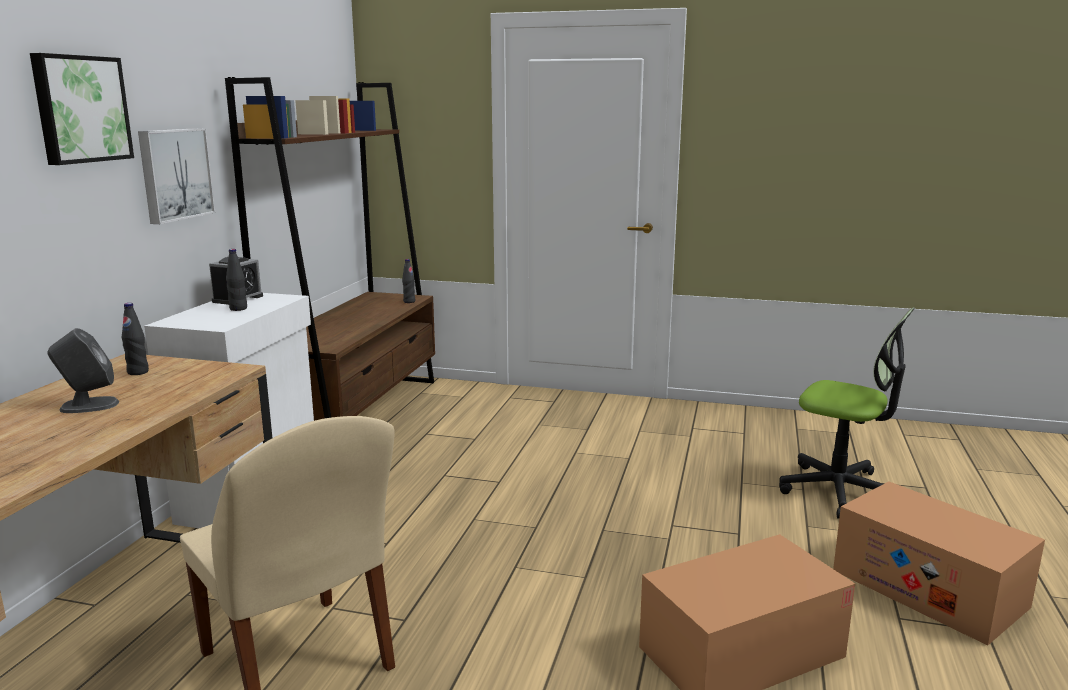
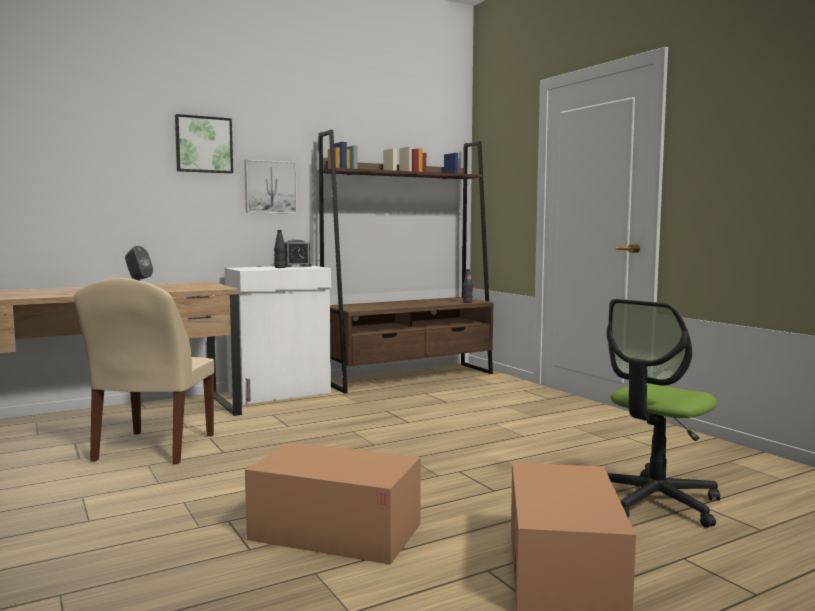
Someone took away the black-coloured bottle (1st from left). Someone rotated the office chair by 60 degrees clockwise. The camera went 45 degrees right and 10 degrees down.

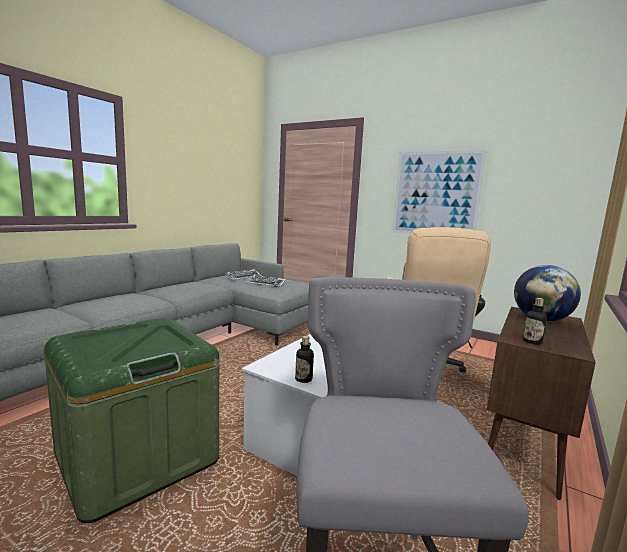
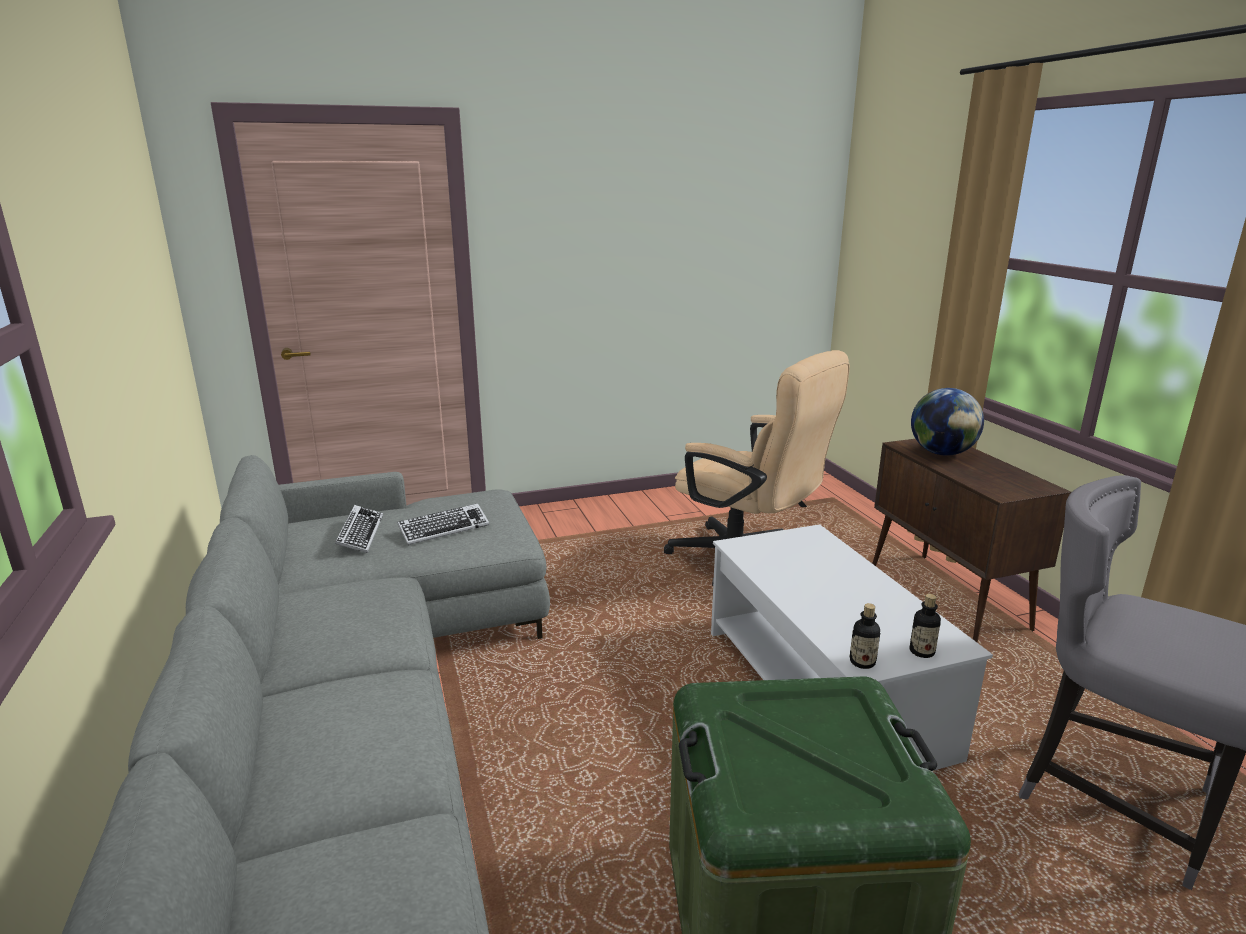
Someone took away the picture. Someone carried the bottle (2nd from left in the first image). The camera went 50 degrees left and 10 degrees up.

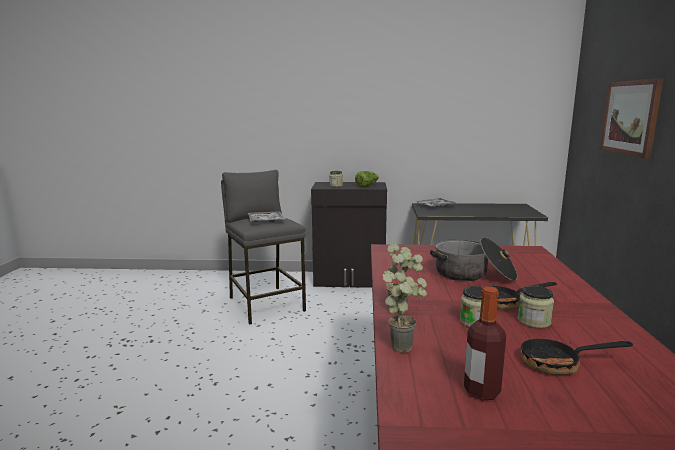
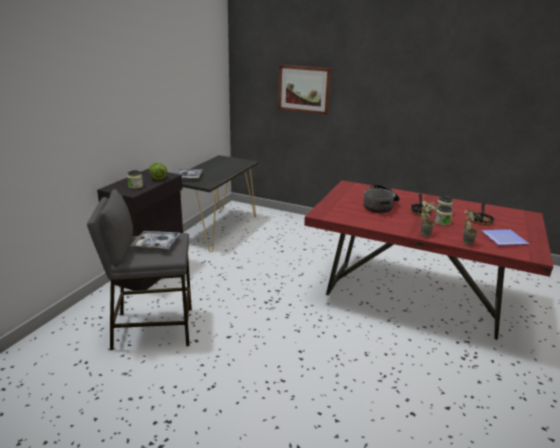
Someone swapped the bottle for the dinner plate. The camera went 70 degrees left and 10 degrees up.

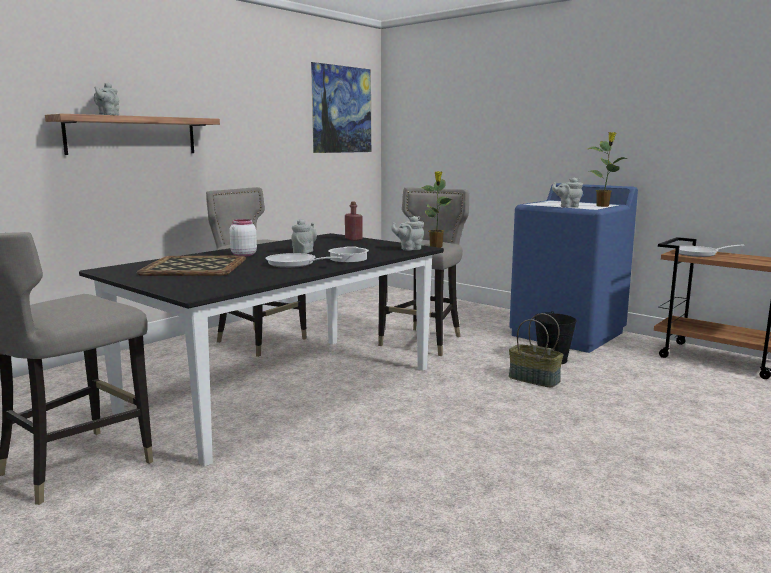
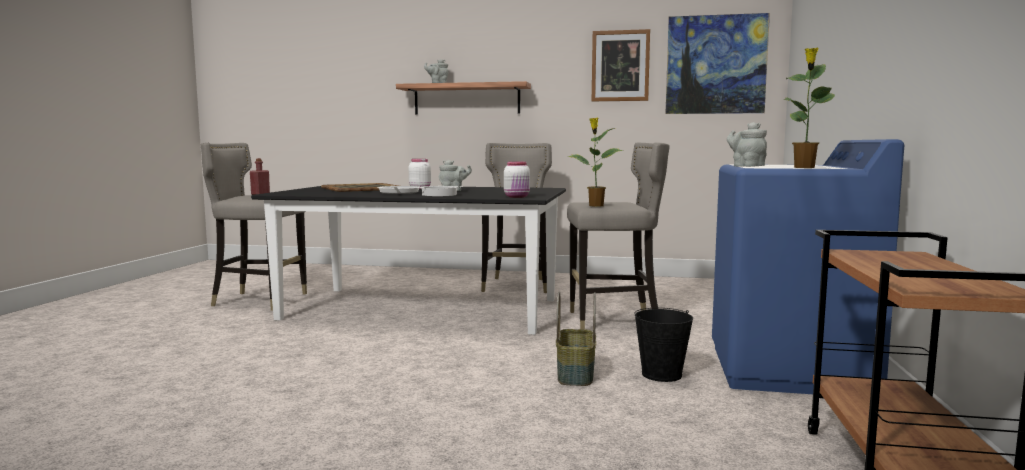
Someone carried the red bottle. Someone swapped the grey teapot (3rd from left) for the whitish storage jar (2nd from left). Someone took away the frying pan (2nd from left). Someone put up the picture (1st from left). The camera went 60 degrees right and 5 degrees down.

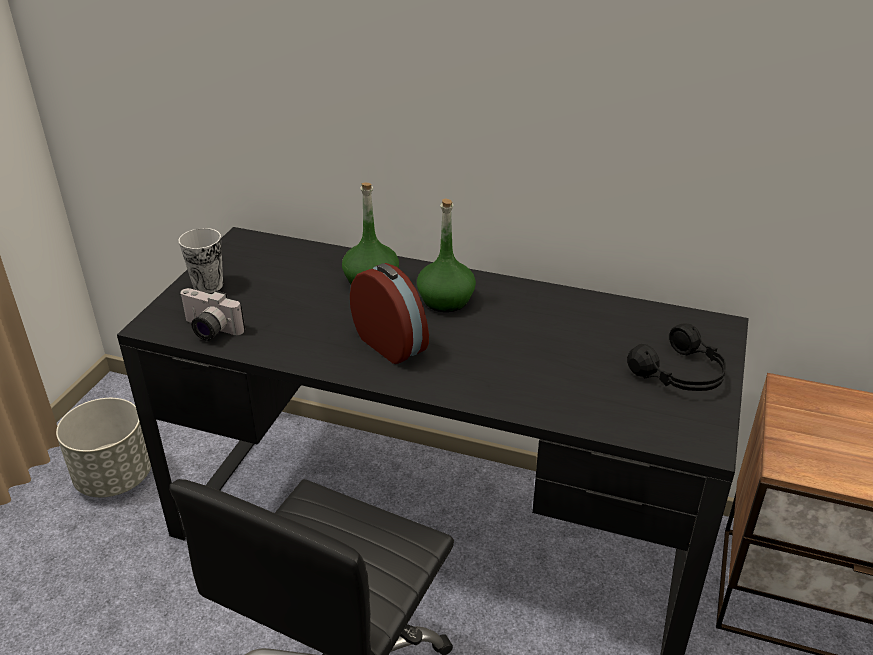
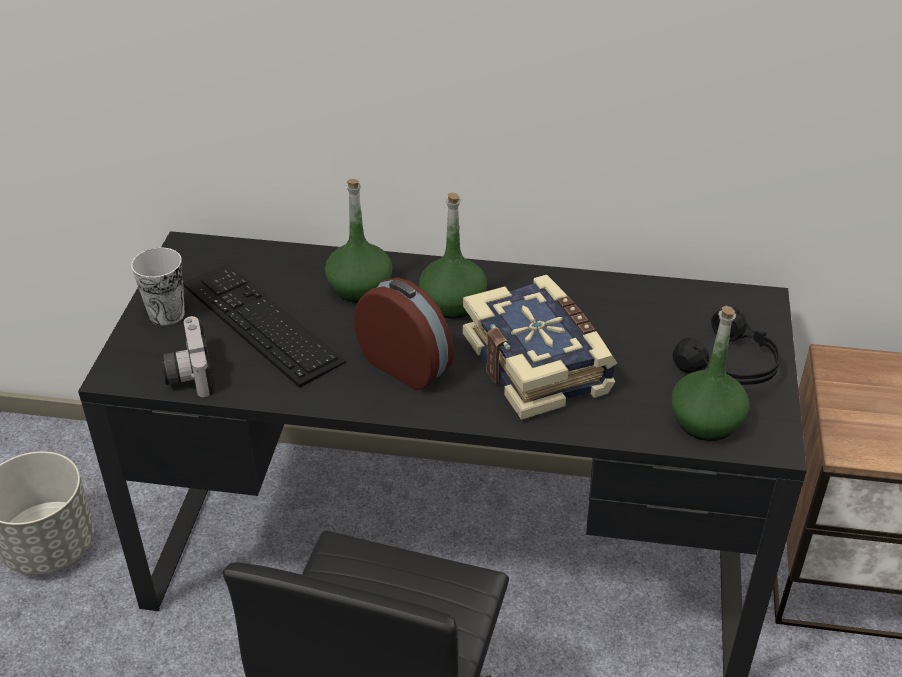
Someone rotated the photo camera by 60 degrees clockwise. Someone put down the computer keyboard. Someone put down the book. Someone put down the green bottle (3rd from left). The camera went 10 degrees left and 5 degrees up.

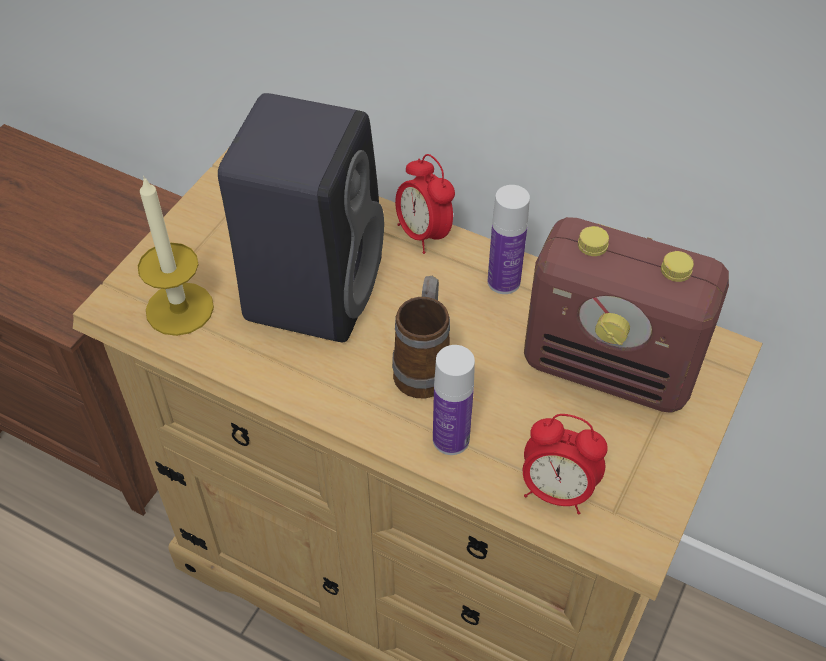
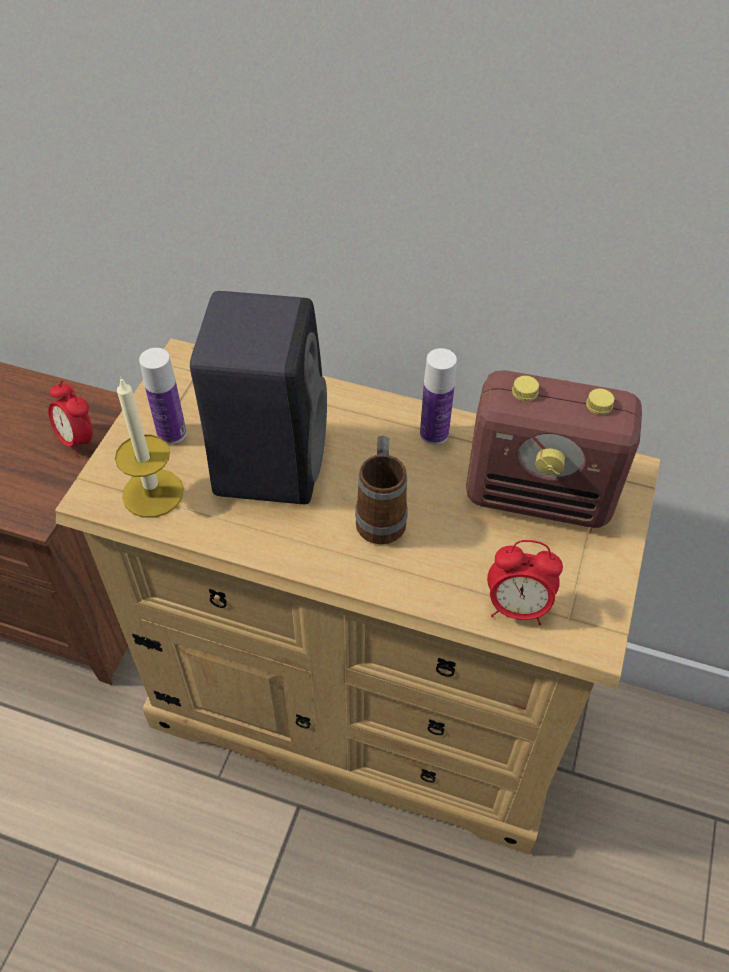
Someone carried the table clock (1st from left). Someone carried the bottle (1st from left). The camera went 10 degrees left and 0 degrees up.

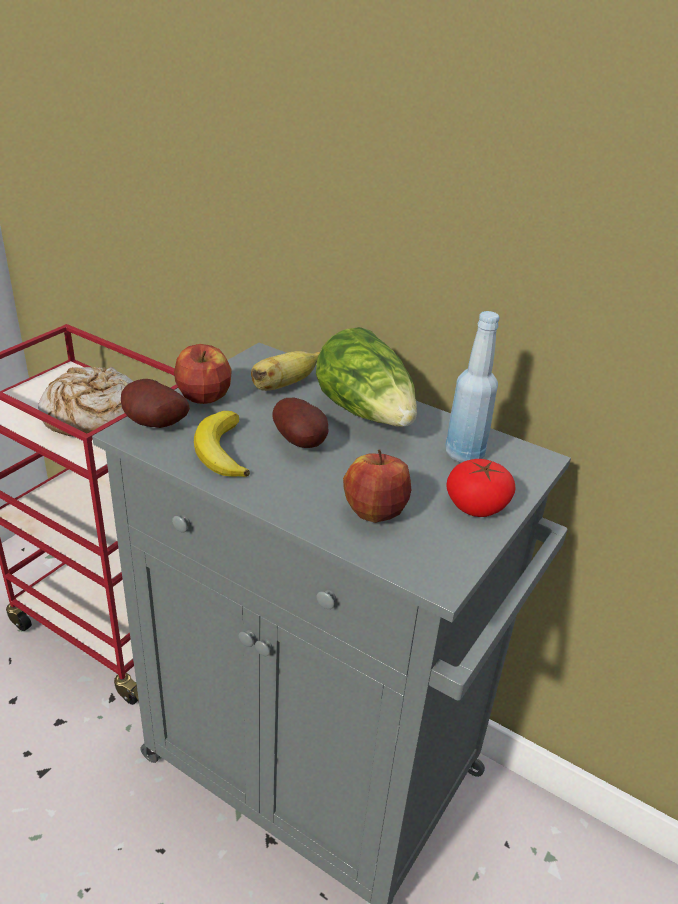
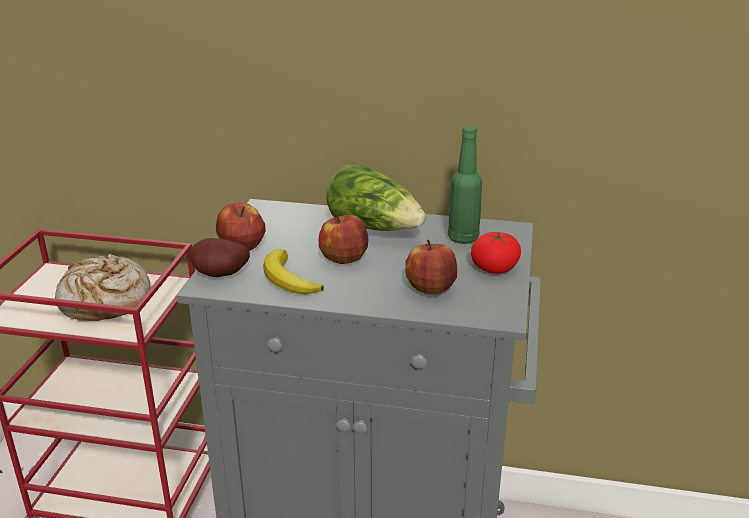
Someone repainted the bluish bottle, which became the green bottle. Someone took away the banana (2nd from left). Someone swapped the potato (2nd from left) for the apple fruit (2nd from left). The camera went 20 degrees left and 5 degrees down.

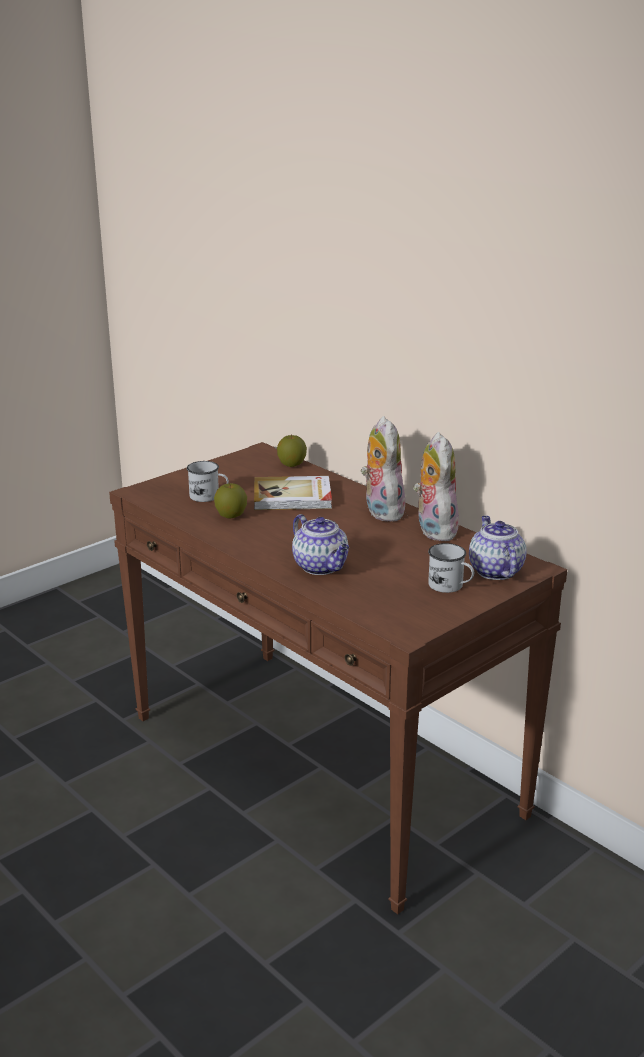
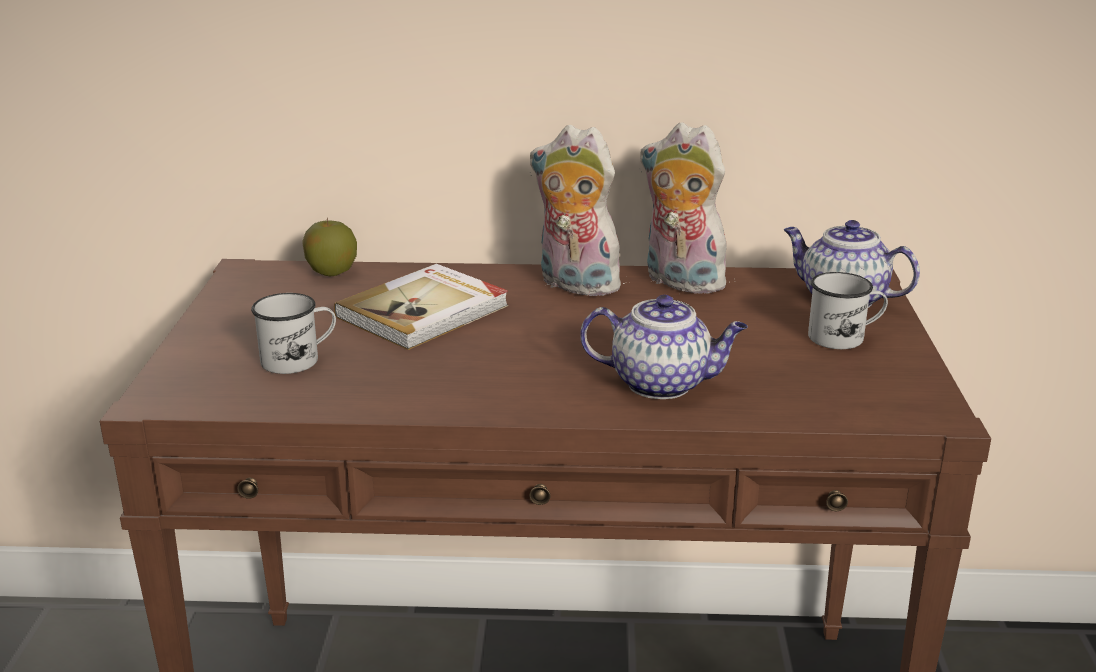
Someone took away the apple fruit (1st from left). The camera went 45 degrees left and 0 degrees up.

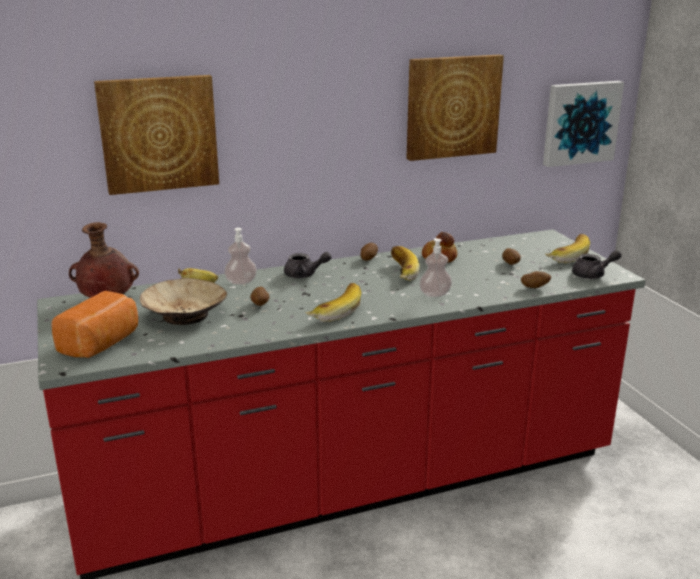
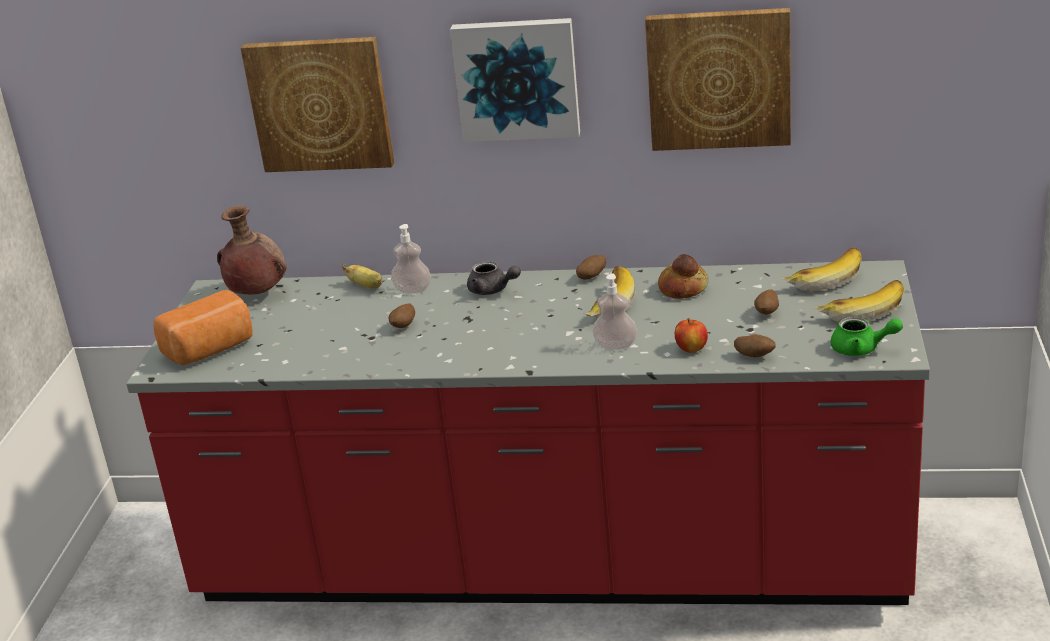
Someone carried the picture (3rd from left in the first image). Someone repainted the grey teapot (2nd from left), which became the green teapot. Someone took away the sand-coloured bowl. Someone carried the banana (2nd from left in the first image). Someone put down the apple fruit. The camera went 30 degrees right and 5 degrees up.

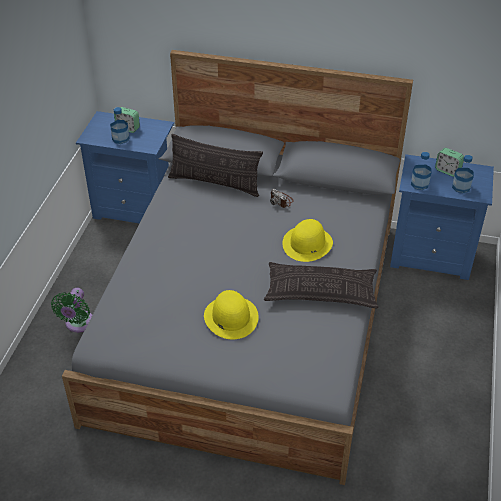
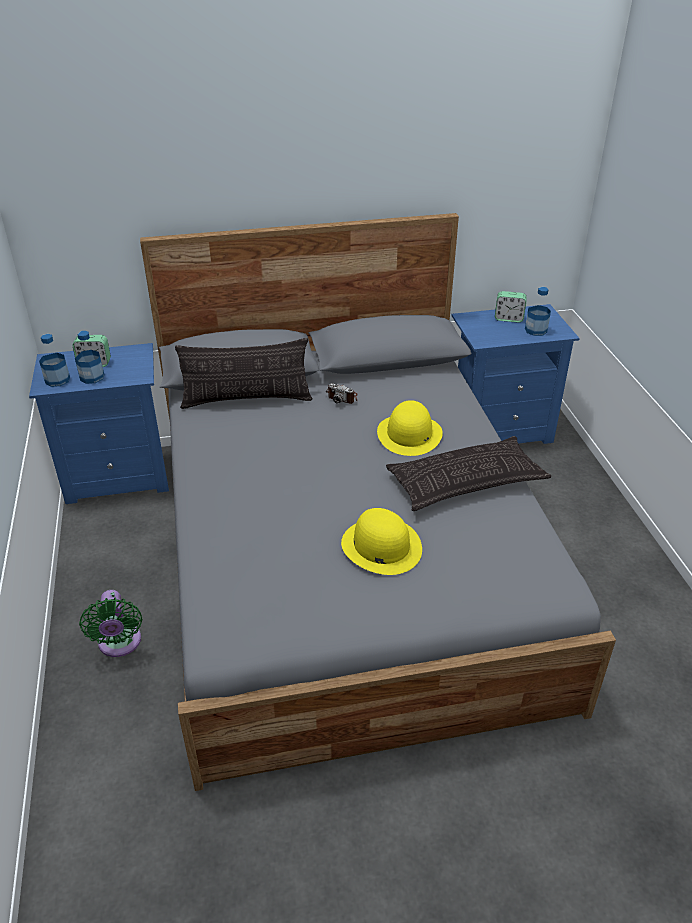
Someone carried the bottle (2nd from left in the first image). The camera went 25 degrees left and 5 degrees down.

